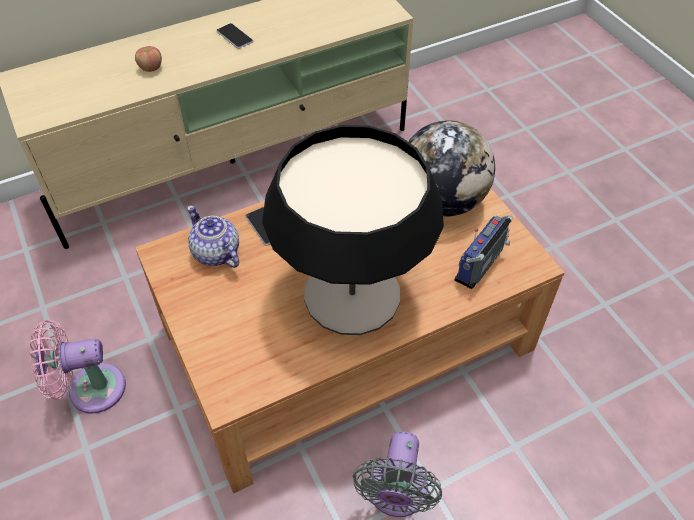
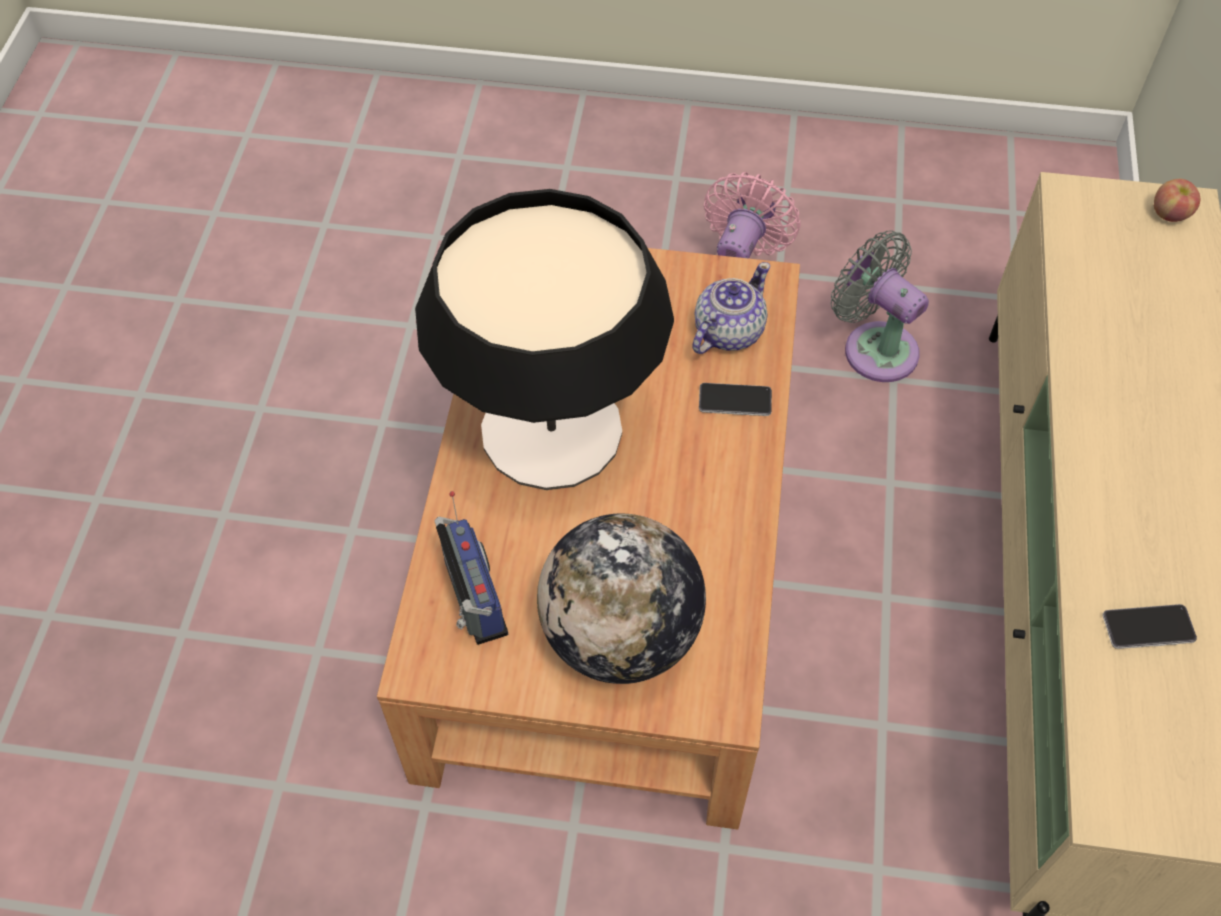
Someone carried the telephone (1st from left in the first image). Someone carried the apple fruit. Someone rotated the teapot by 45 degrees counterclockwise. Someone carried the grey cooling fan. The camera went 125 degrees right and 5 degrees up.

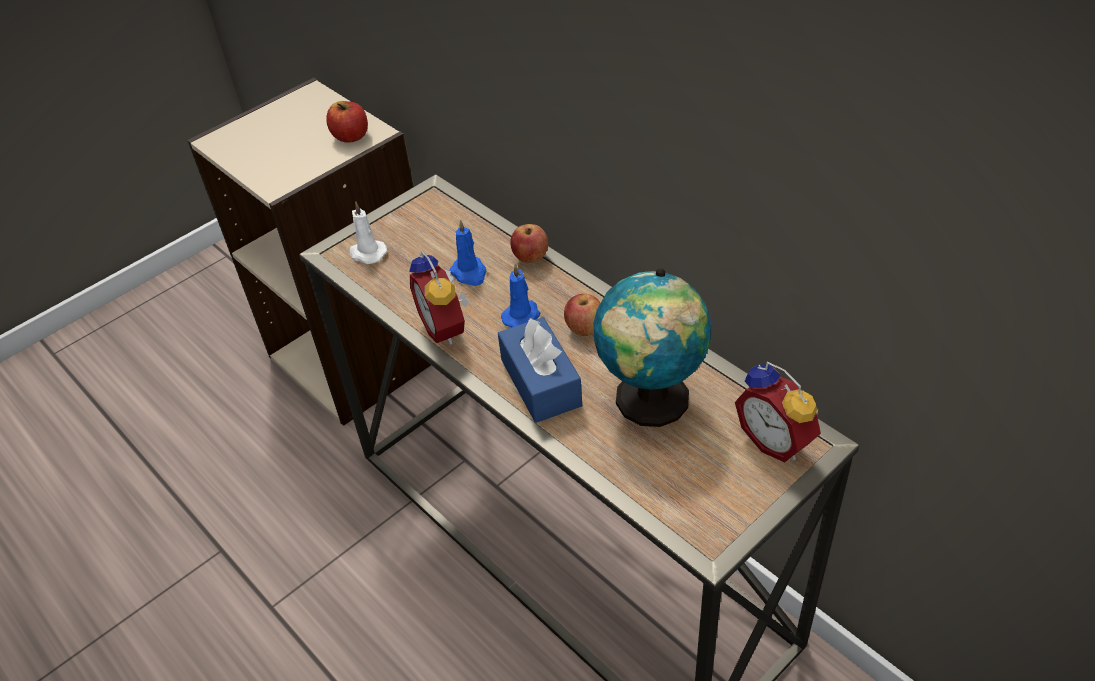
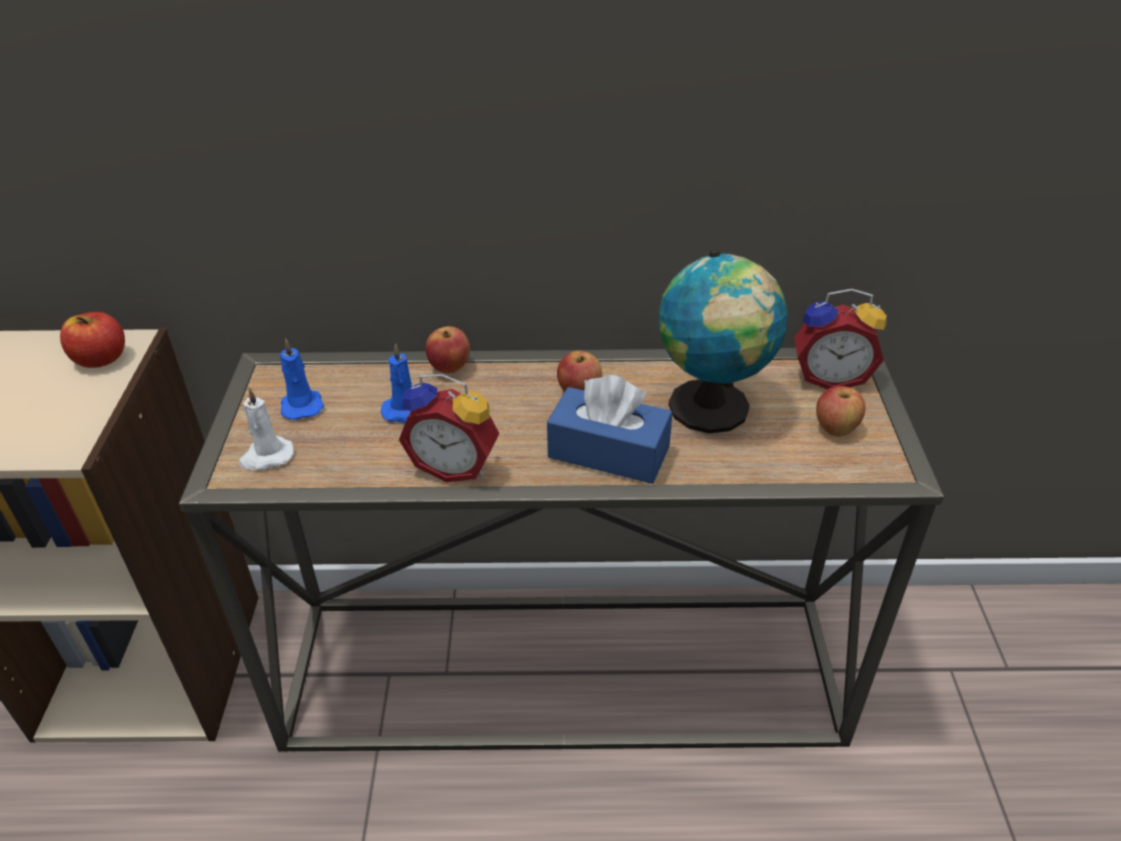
Someone carried the bluish wax light (2nd from left in the first image). Someone put down the apple fruit (4th from left). The camera went 50 degrees left and 5 degrees down.

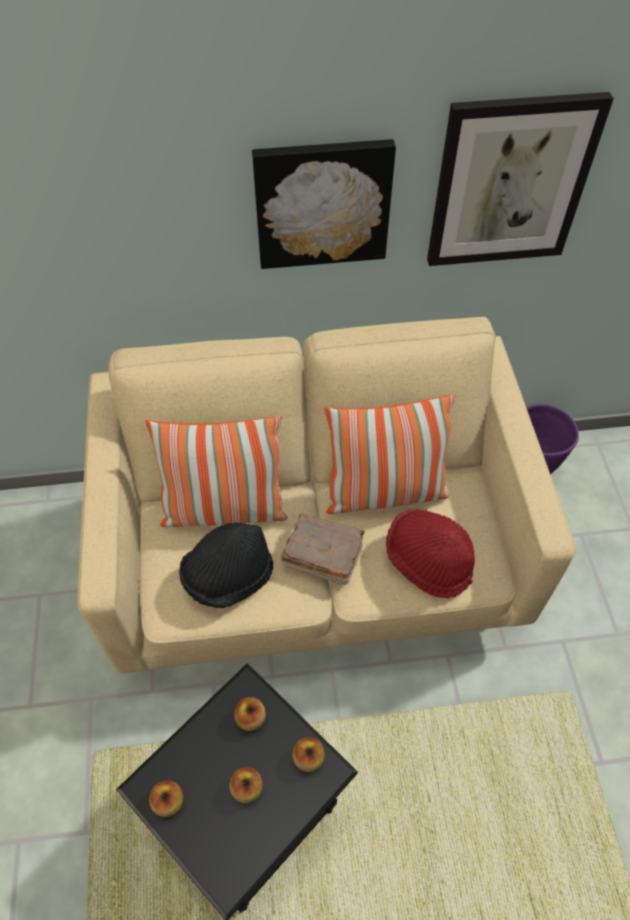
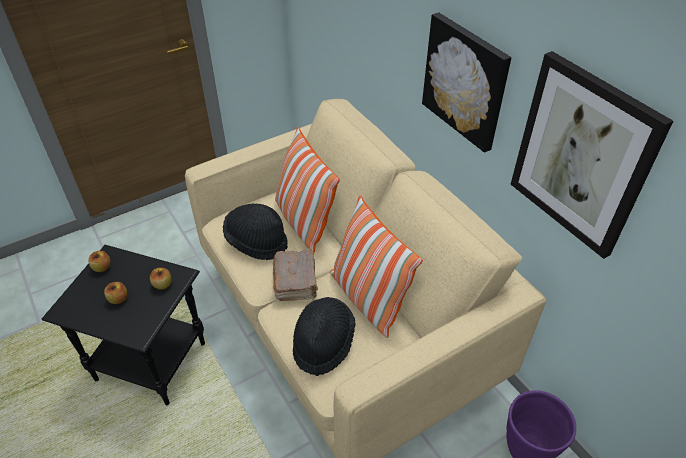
Someone repainted the red wearable hat, which became the black-coloured wearable hat (2nd from left). Someone took away the apple fruit (4th from left). The camera went 65 degrees right and 10 degrees down.

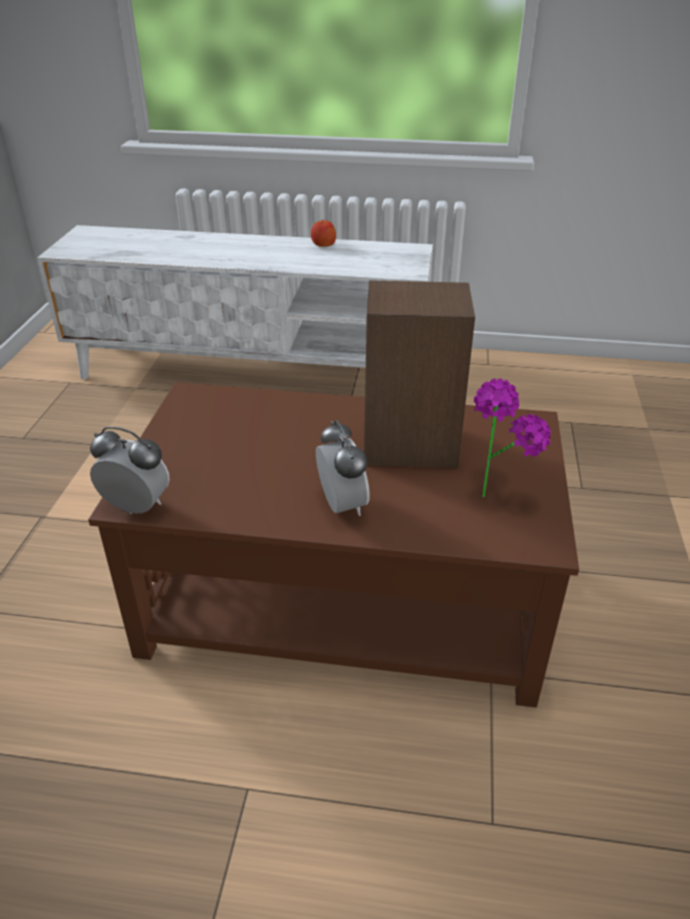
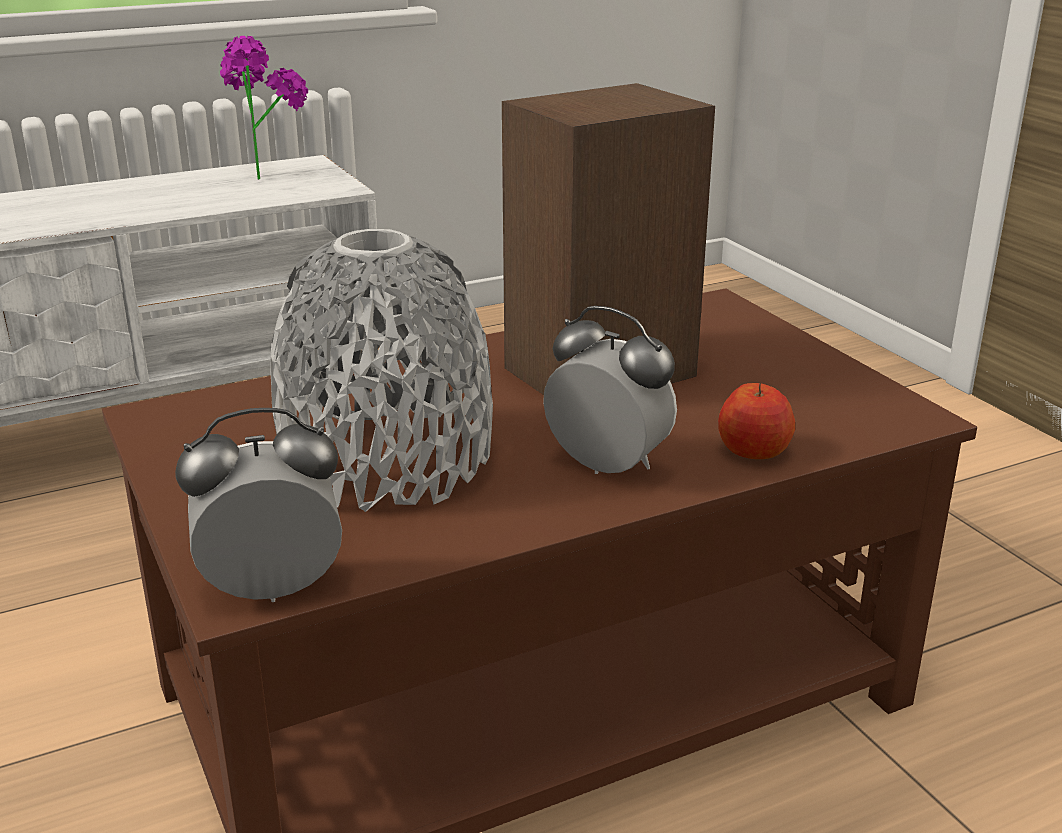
Someone carried the apple fruit. Someone carried the potted plant. Someone put down the grey decorative vase. The camera went 35 degrees left and 10 degrees down.

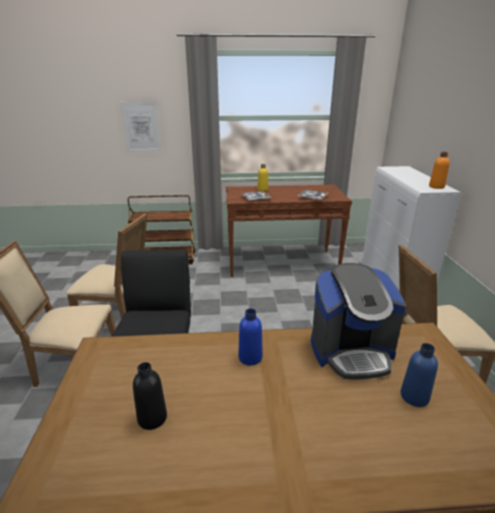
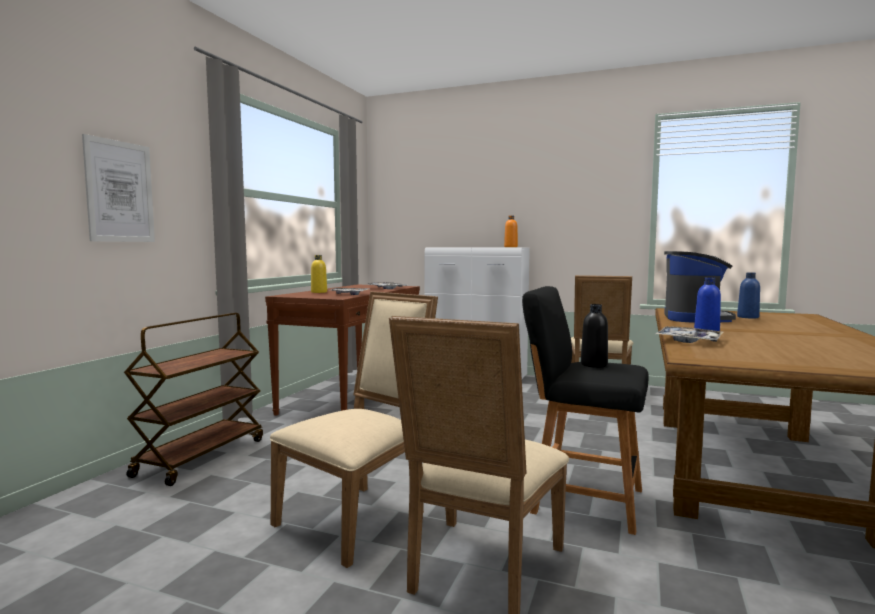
Someone carried the black-coloured bottle. Someone put down the carrying tray (3rd from left). The camera went 65 degrees left and 20 degrees down.

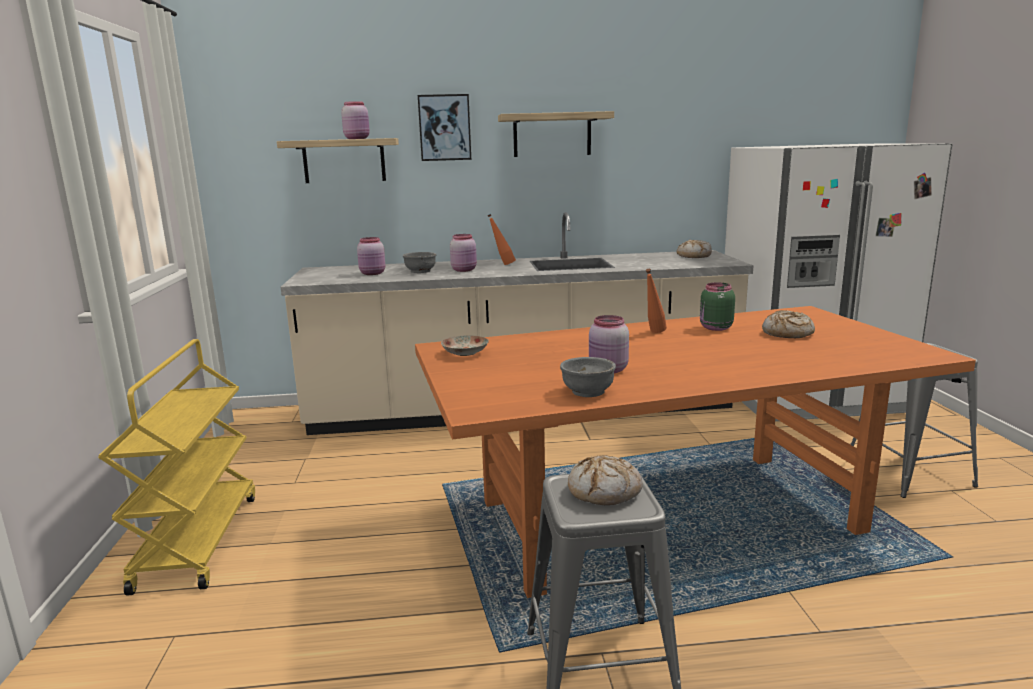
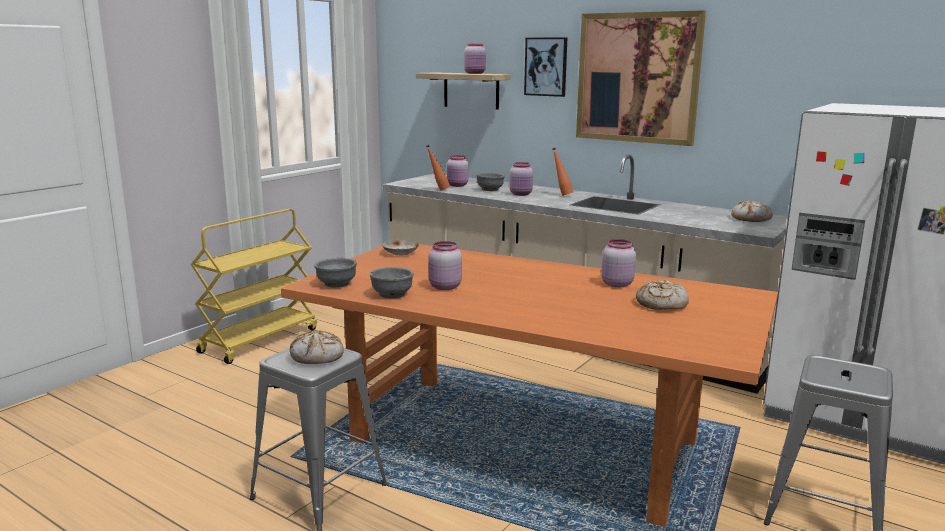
Someone swapped the wall shelf (2nd from left) for the picture (2nd from left). Someone carried the orange bottle (2nd from left in the first image). Someone repainted the green storage jar, which became the pink-coloured storage jar (5th from left). Someone put down the grey bowl (1st from left). The camera went 40 degrees right and 0 degrees up.

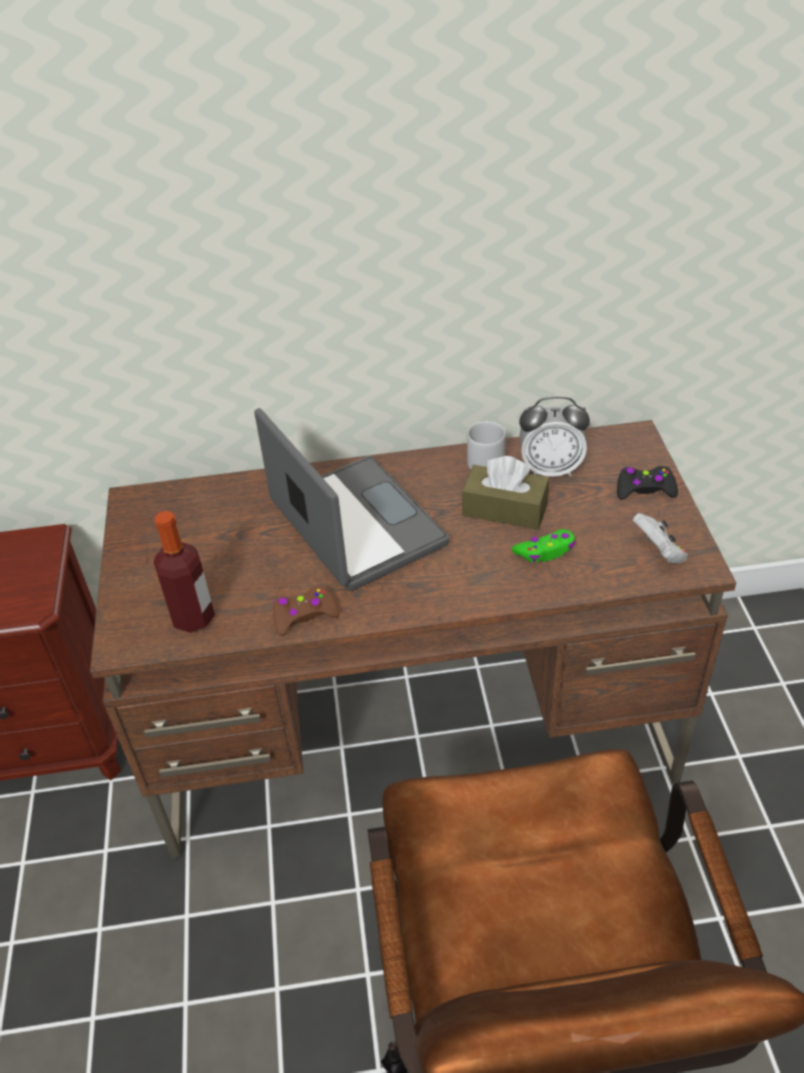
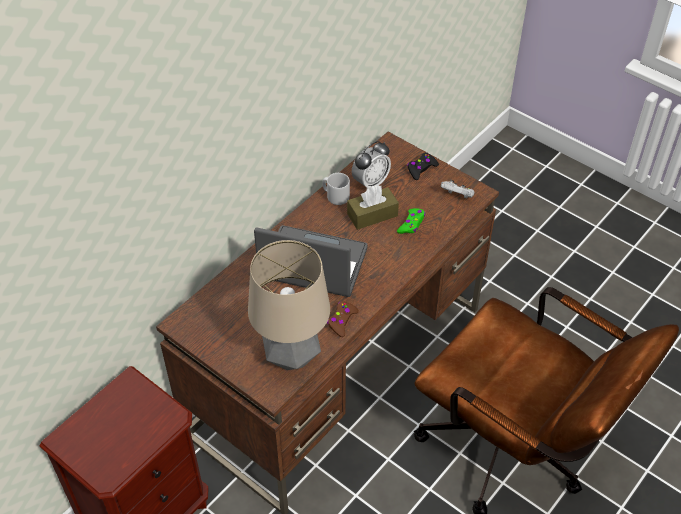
Someone swapped the bottle for the tabletop lamp. The camera went 45 degrees left and 5 degrees up.

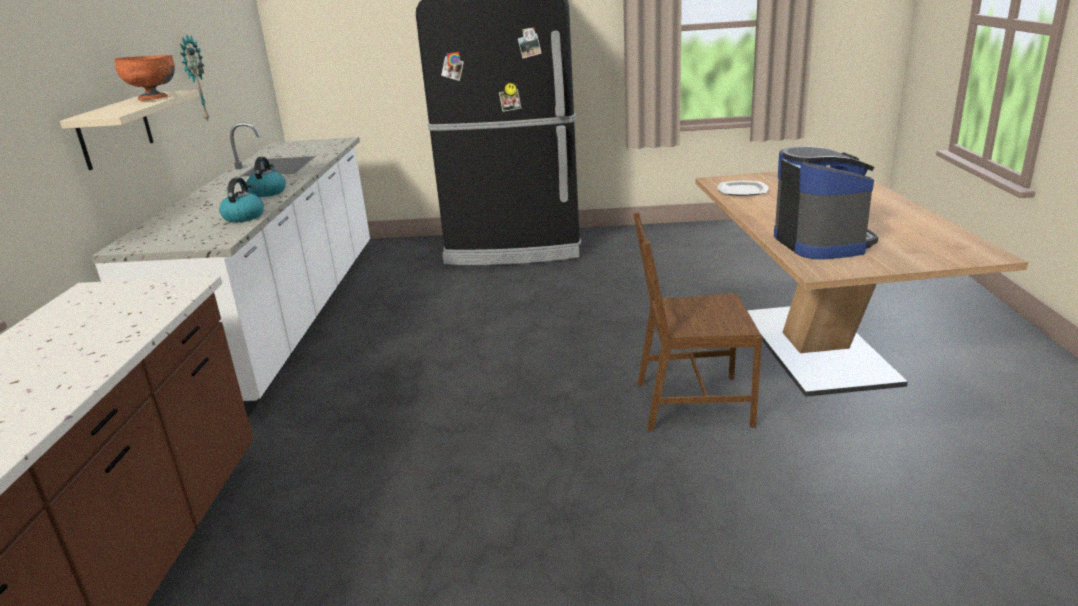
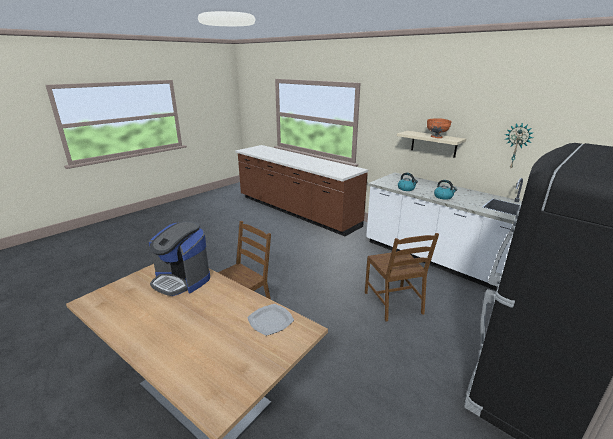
Someone put down the brown chair (2nd from left). The camera went 130 degrees right and 0 degrees up.

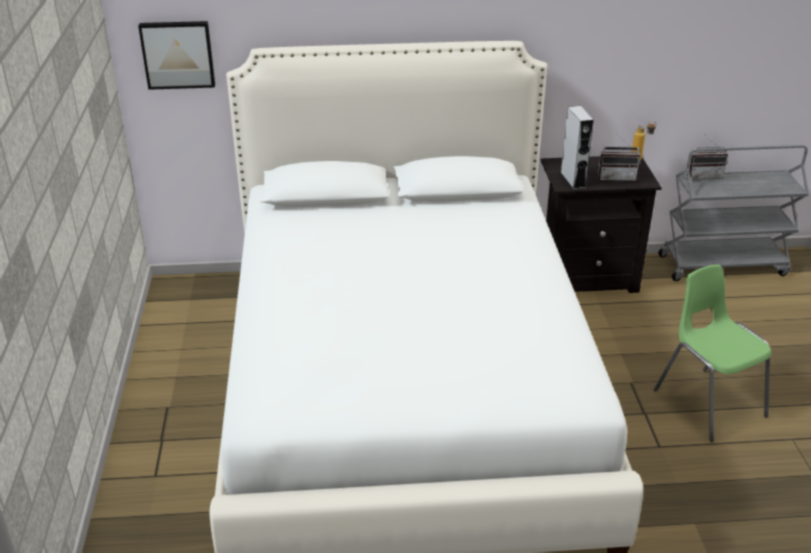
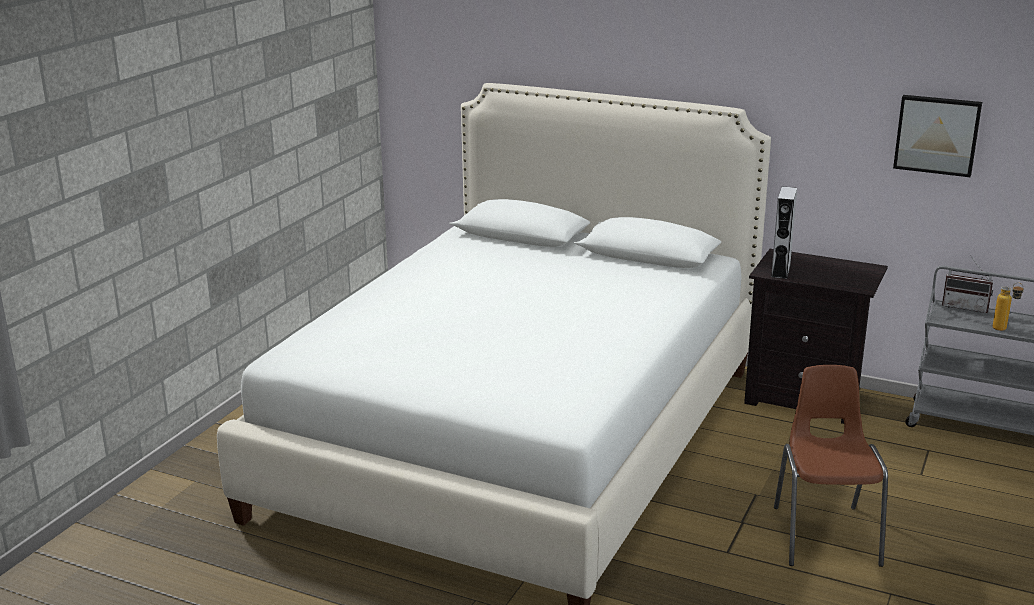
Someone carried the picture. Someone carried the bottle. Someone took away the radio set (1st from left). Someone repainted the green chair, which became the brown chair. The camera went 30 degrees right and 10 degrees down.

